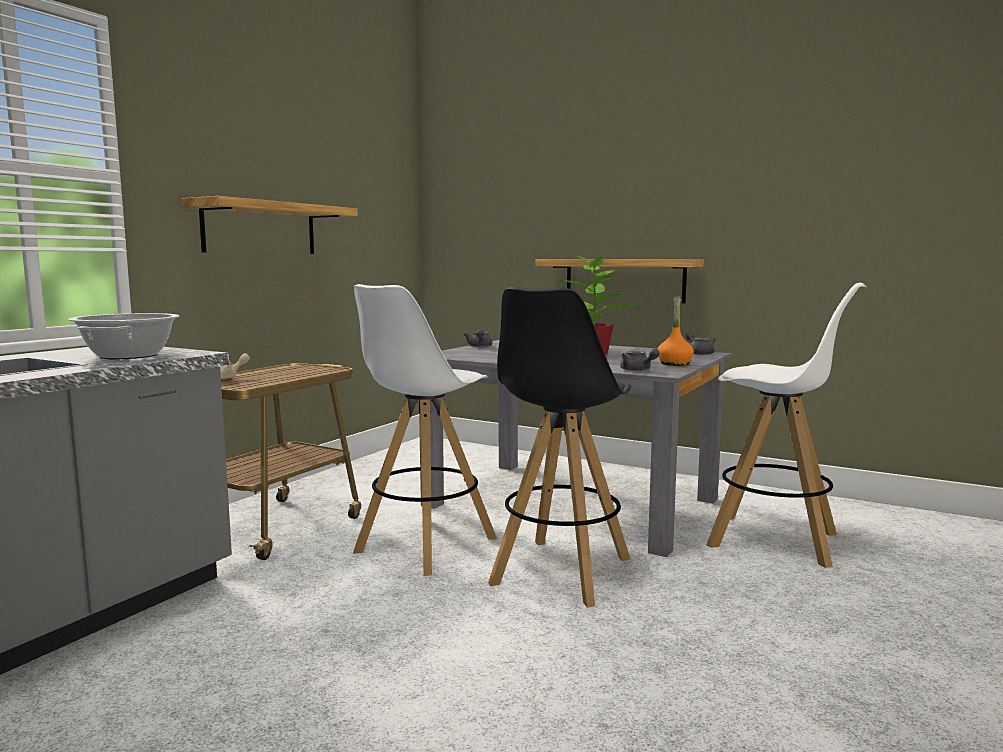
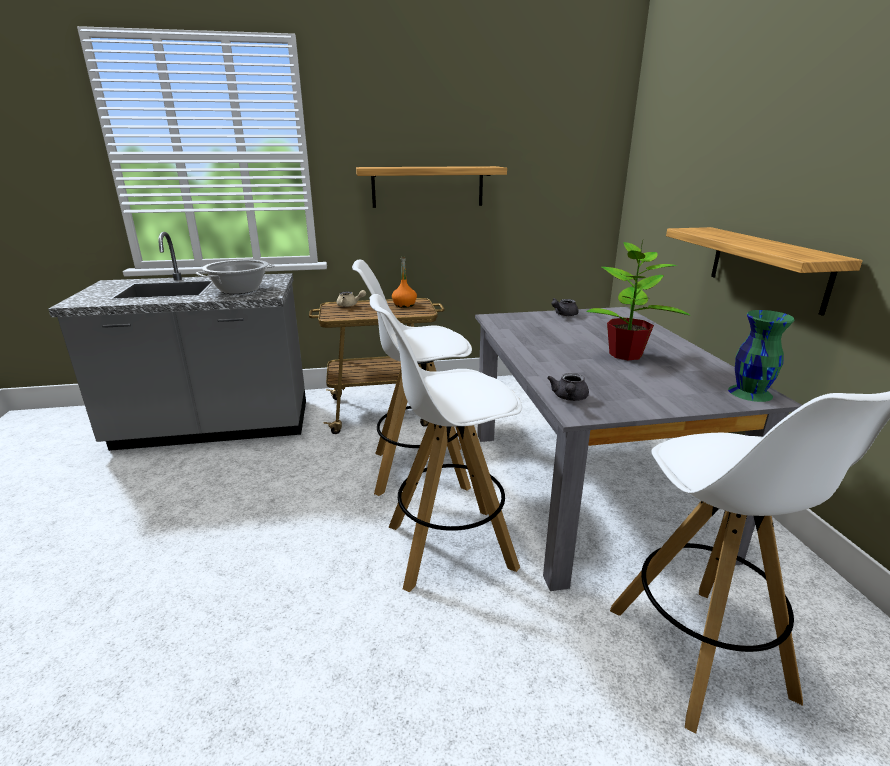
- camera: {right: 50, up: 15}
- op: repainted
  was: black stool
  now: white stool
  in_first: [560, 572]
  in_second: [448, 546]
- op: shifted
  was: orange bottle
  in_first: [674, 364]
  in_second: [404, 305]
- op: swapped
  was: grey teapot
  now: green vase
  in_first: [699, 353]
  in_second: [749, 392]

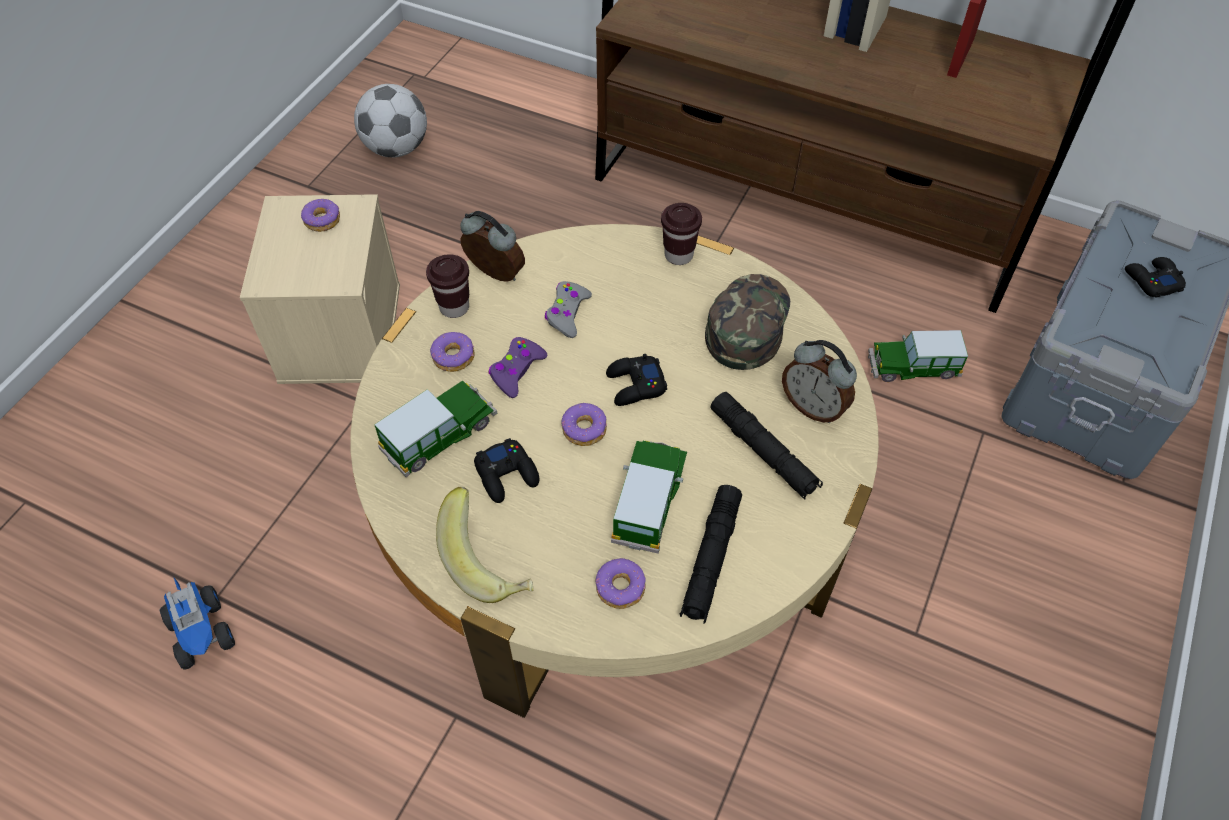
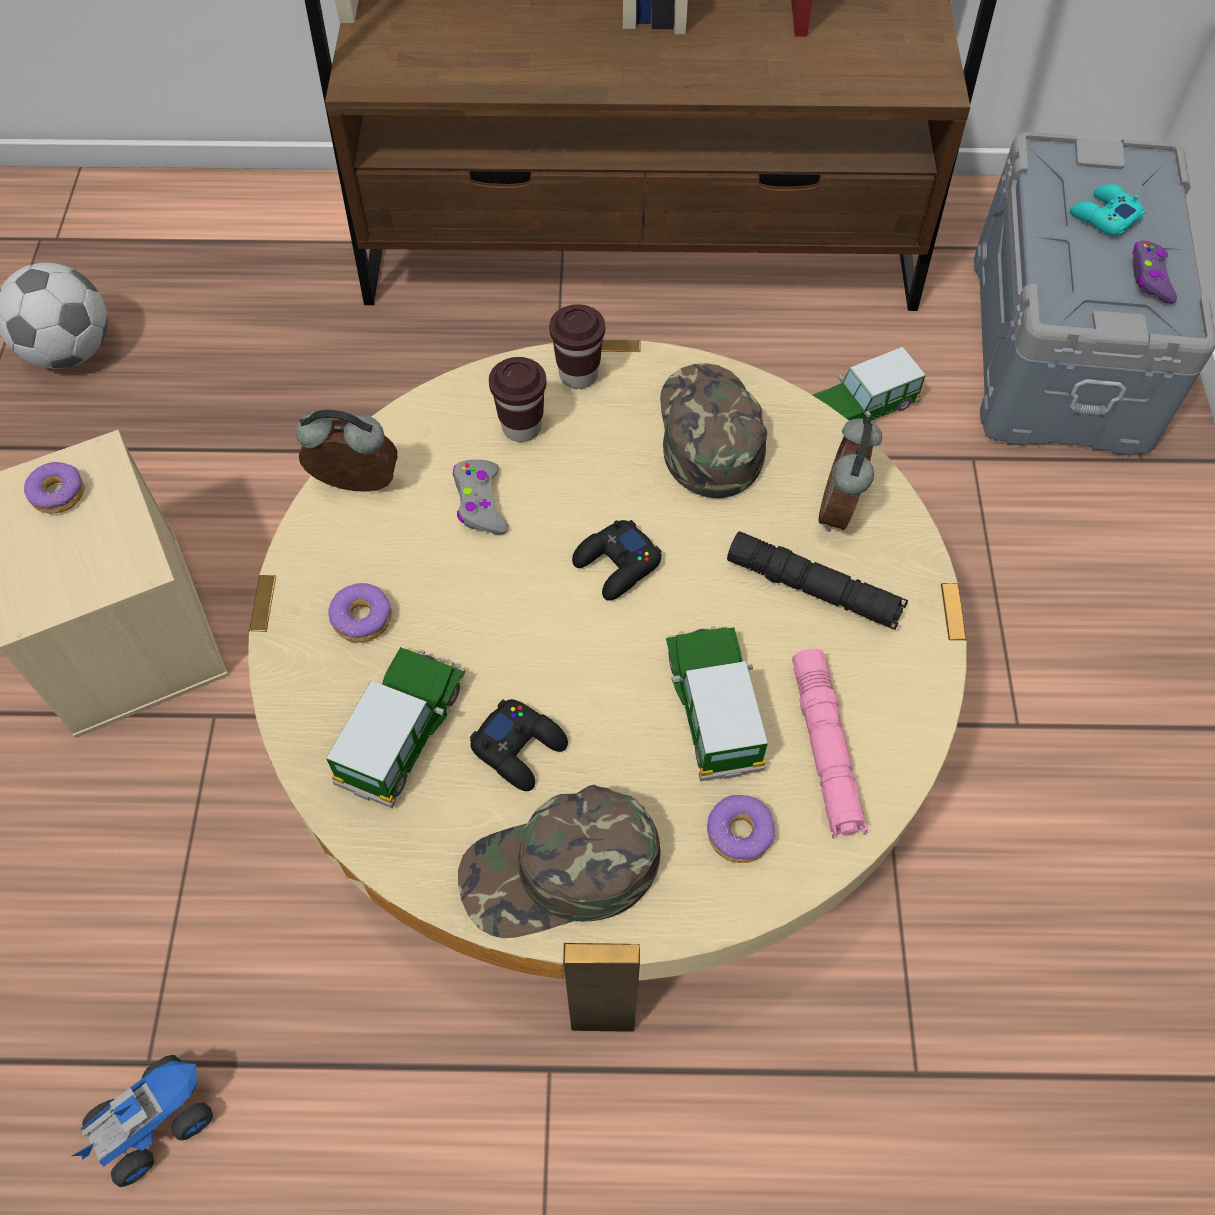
- camera: {right: -25, up: 5}
- op: rotated
  was: toy truck
  in_first: [203, 633]
  in_second: [155, 1120]
  clockwise: -75
- op: shifted
  was: brown cup
  in_first: [454, 307]
  in_second: [521, 427]
- op: swapped
  was: banana
  now: green cap
  in_first: [489, 561]
  in_second: [560, 872]
- op: shifted
  was: purple game controller
  in_first: [517, 371]
  in_second: [1150, 278]
- op: gone
  was: donut
  in_first: [584, 429]
- op: repainted
  was: black flashlight
  now: pink flashlight
  in_first: [711, 558]
  in_second: [825, 749]
- op: rotated
  was: alarm clock
  in_first: [813, 407]
  in_second: [840, 509]
  clockwise: 90
- op: repainted
  was: black game controller
  now: turquoise game controller
  in_first: [1151, 281]
  in_second: [1103, 217]

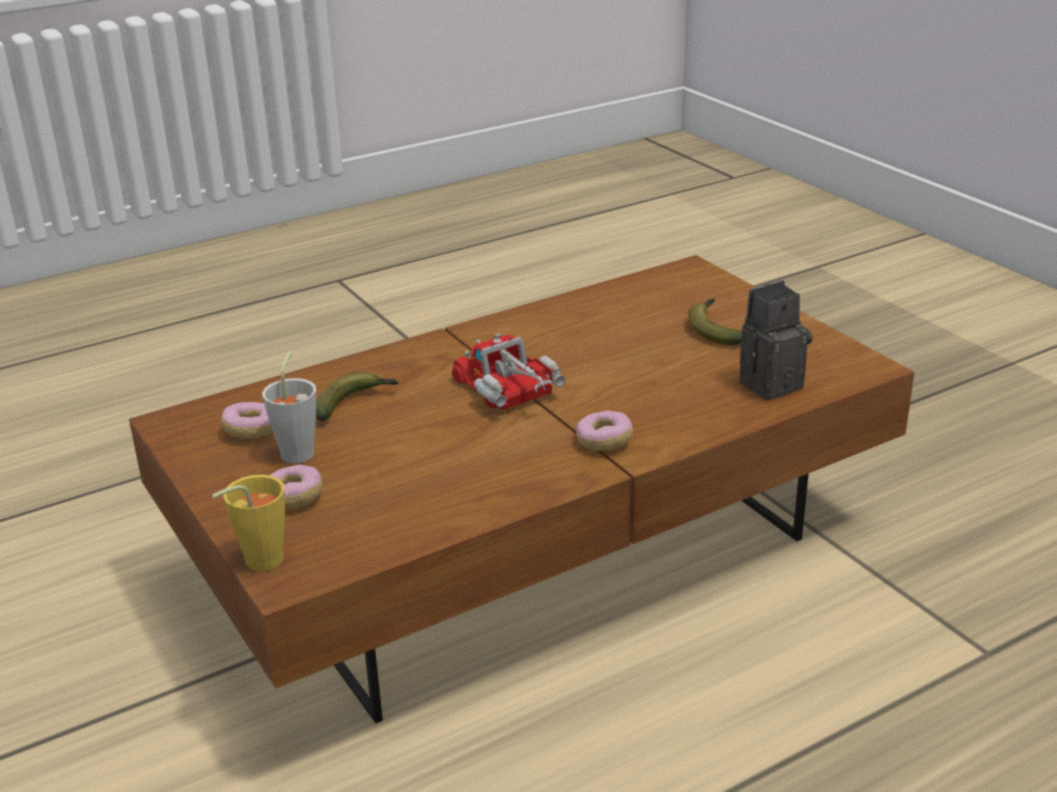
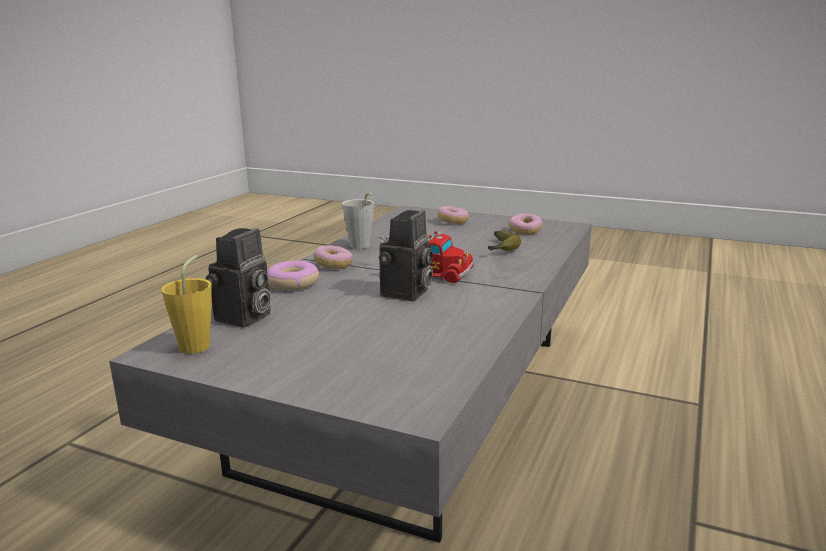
- camera: {right: 145, up: -10}
- op: repainted
  was: brown coffee table
  now: grey coffee table
  in_first: [532, 553]
  in_second: [412, 398]
- op: shifted
  was: yellow cup
  in_first: [256, 564]
  in_second: [198, 344]
- op: shifted
  was: grey cup
  in_first: [300, 450]
  in_second: [361, 247]
- op: gone
  was: banana
  in_first: [714, 329]
- op: new
  now: donut
  in_second: [292, 283]
- op: new
  now: photo camera
  in_second: [406, 293]

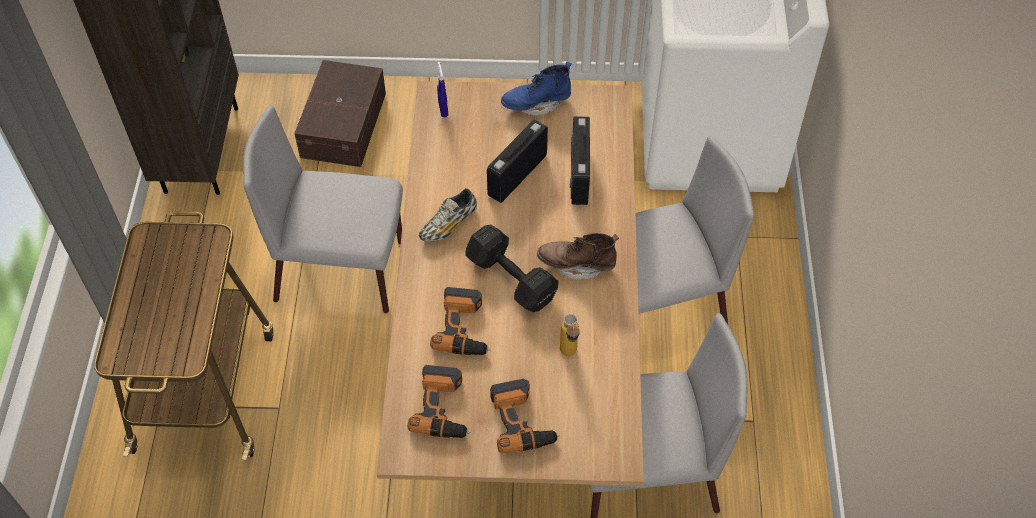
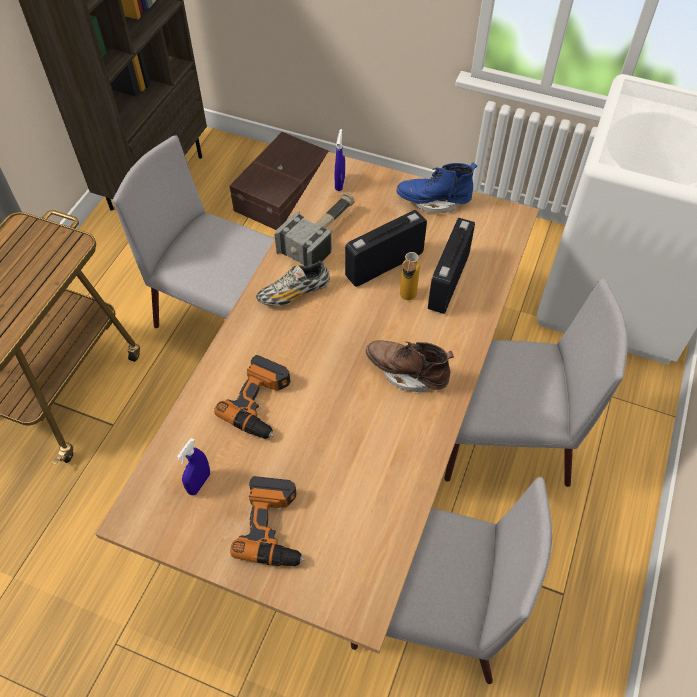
- camera: {right: 20, up: 0}
- op: swapped
  was: power drill
  now: blue spray bottle
  in_first: [444, 407]
  in_second: [199, 483]
- op: gone
  was: black dumbbell
  in_first: [510, 277]
- op: shifted
  was: bottle
  in_first: [569, 355]
  in_second: [406, 300]
- op: new
  now: hammer
  in_second: [321, 235]

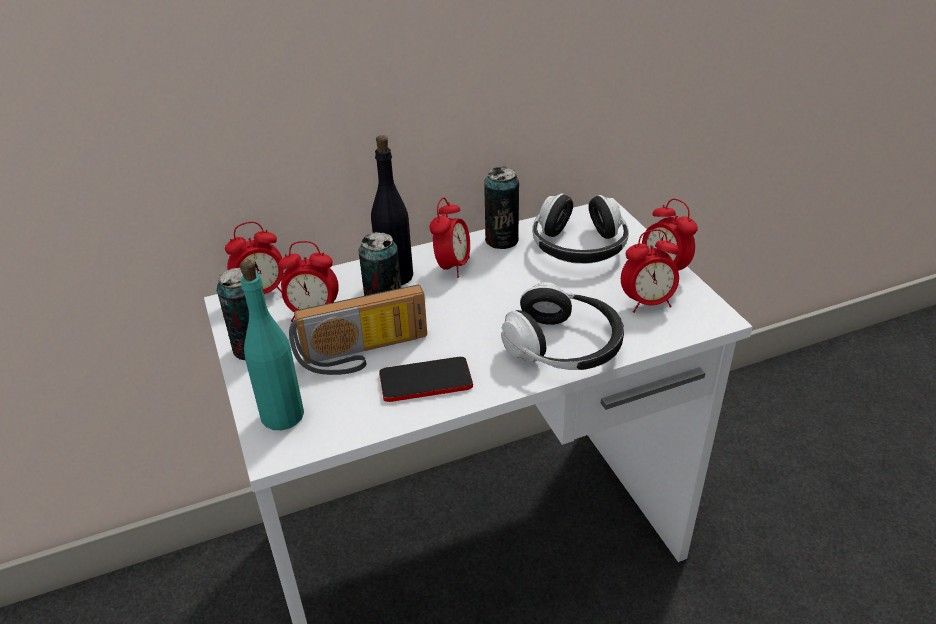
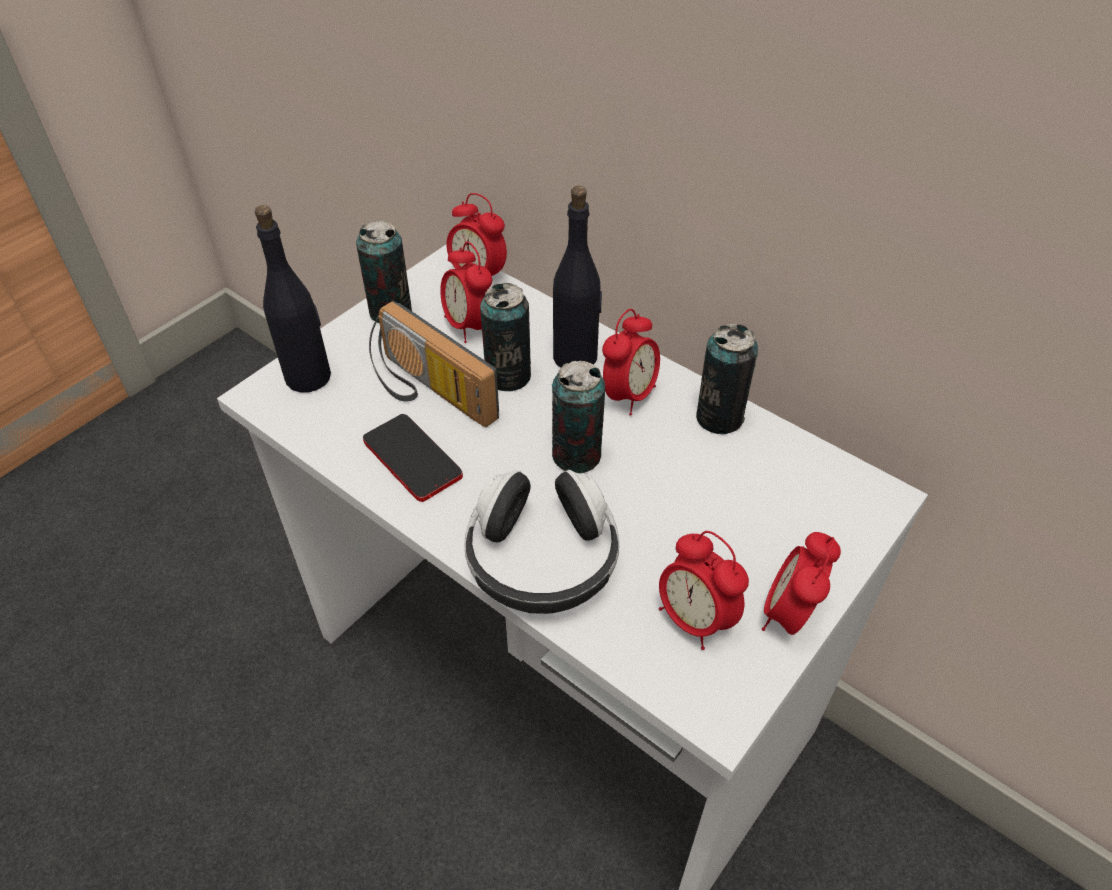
- camera: {right: 60, up: 10}
- op: repainted
  was: turquoise bottle
  now: black bottle
  in_first: [282, 415]
  in_second: [309, 377]
- op: rotated
  was: alarm clock
  in_first: [452, 266]
  in_second: [629, 395]
  clockwise: -45
- op: gone
  was: headphones
  in_first: [578, 247]
- op: new
  now: can
  in_second: [576, 455]

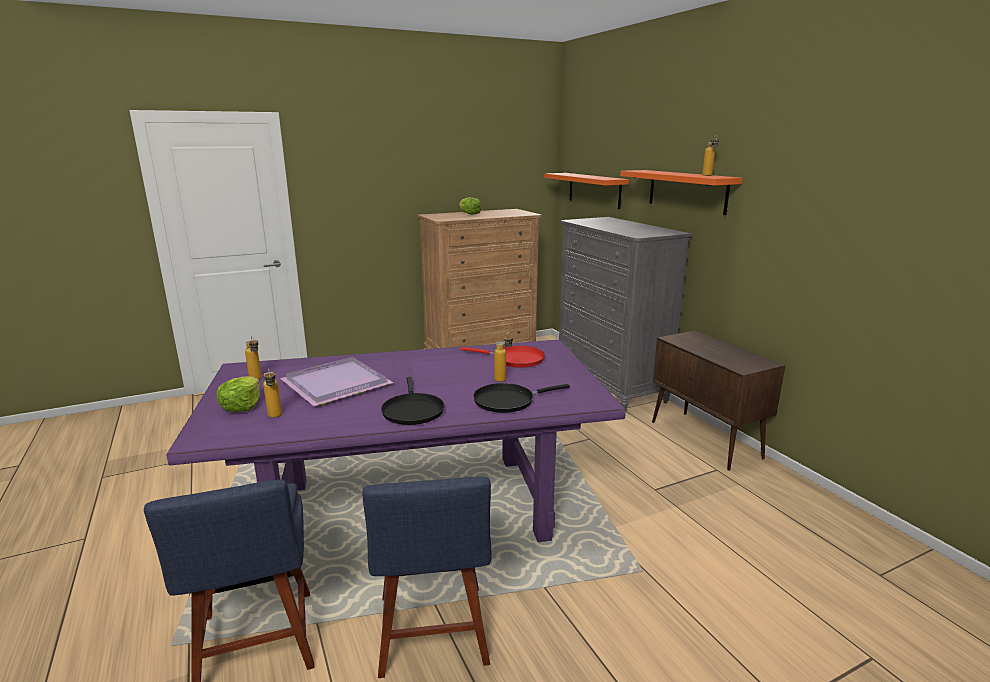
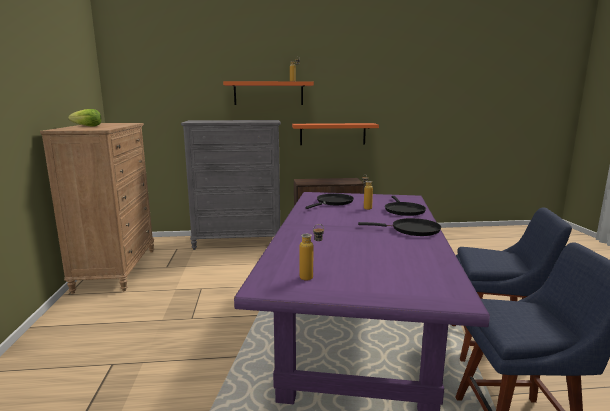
- camera: {right: -70, up: -5}
- op: gone
  was: lettuce
  in_first: [242, 406]
- op: gone
  was: bottle
  in_first: [275, 417]
- op: gone
  was: purple tray
  in_first: [335, 385]
- op: repainted
  was: red frying pan
  now: black frying pan
  in_first: [515, 359]
  in_second: [333, 202]
- op: shifted
  was: orange shelf
  in_first: [594, 190]
  in_second: [332, 134]

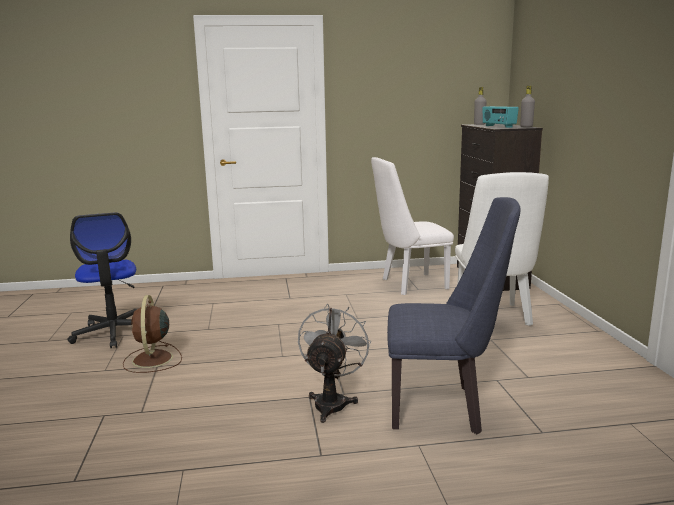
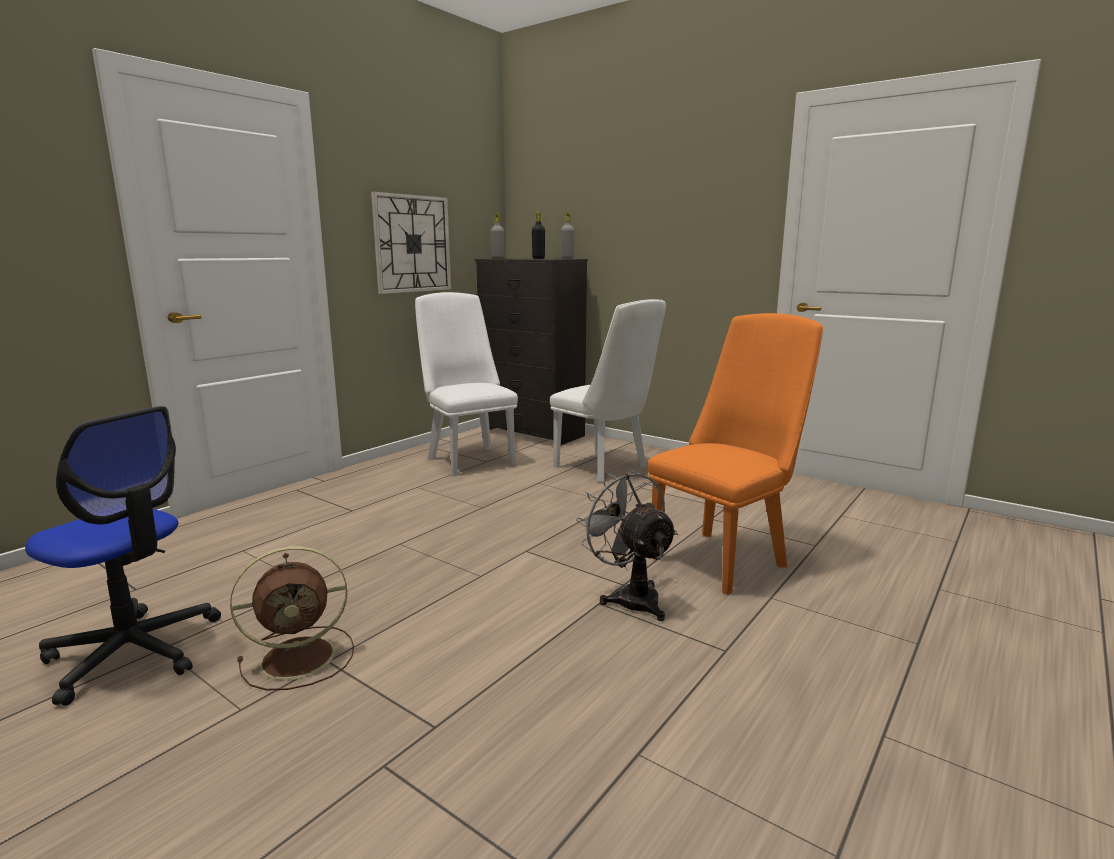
- camera: {right: -45, up: 0}
- op: rotated
  was: brown fan
  in_first: [152, 360]
  in_second: [301, 657]
  clockwise: -60
- op: rotated
  was: white chair
  in_first: [409, 284]
  in_second: [468, 459]
  clockwise: 120
- op: repainted
  was: blue chair
  now: orange chair
  in_first: [444, 407]
  in_second: [723, 557]
- op: swapped
  was: radio
  now: black bottle
  in_first: [498, 126]
  in_second: [538, 258]
- op: new
  now: wall clock
  in_second: [412, 244]

